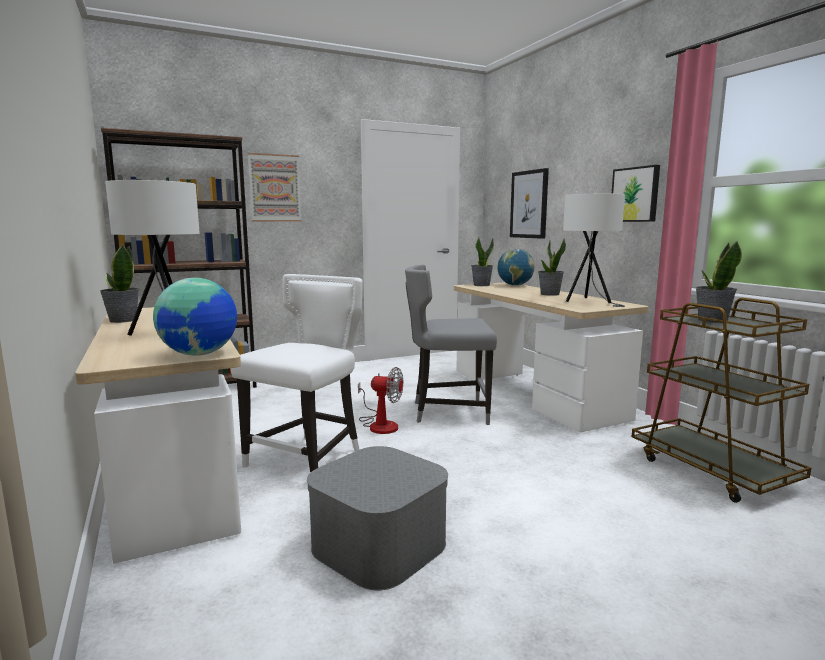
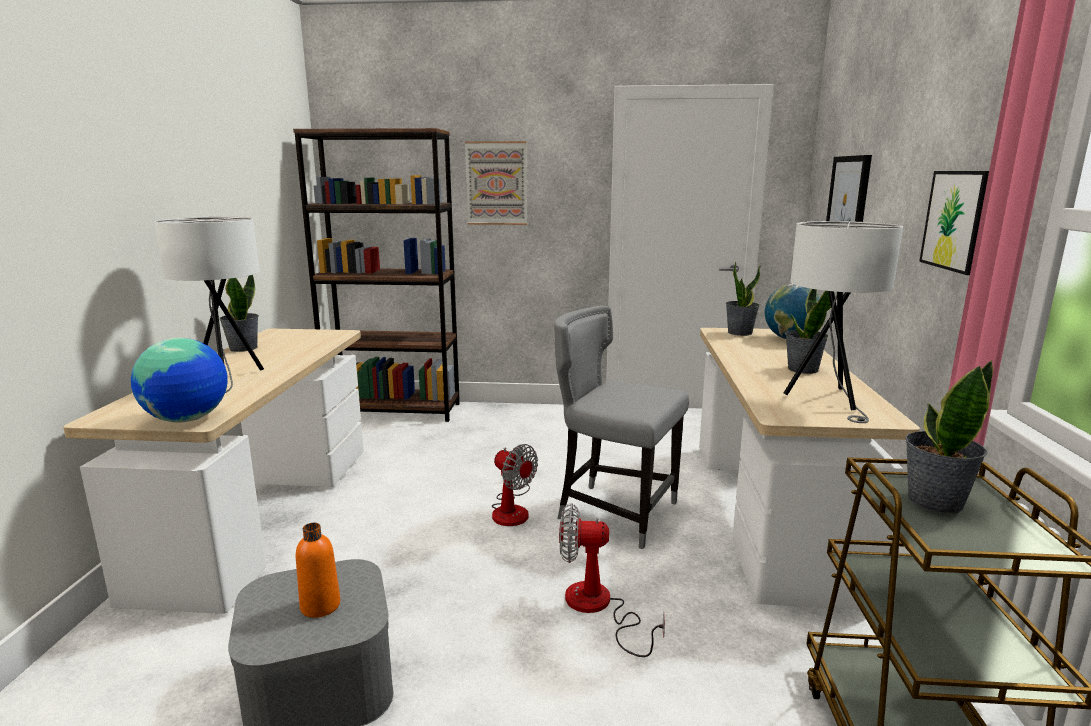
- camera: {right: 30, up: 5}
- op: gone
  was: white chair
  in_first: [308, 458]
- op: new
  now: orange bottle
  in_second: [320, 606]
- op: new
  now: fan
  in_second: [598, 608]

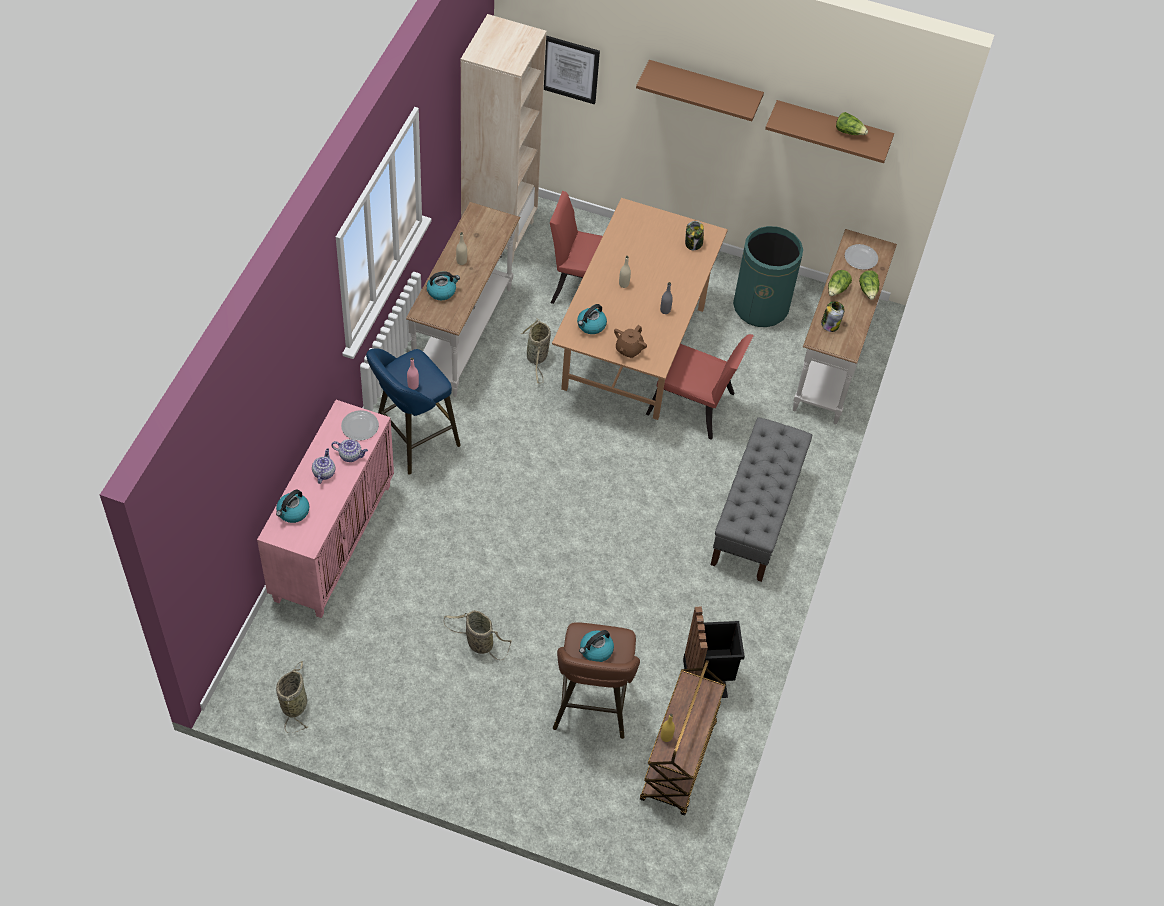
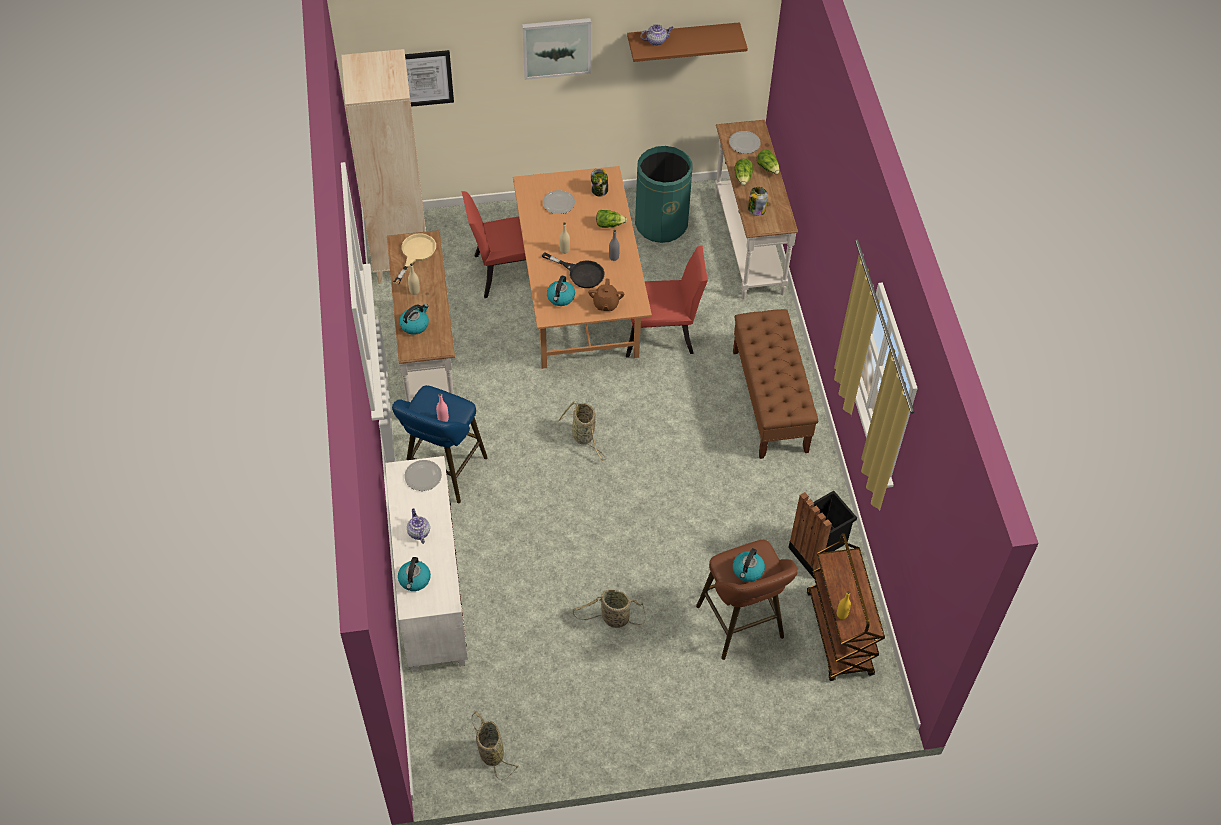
- camera: {right: -25, up: 0}
- op: repainted
  was: pink cabinet
  now: white cabinet
  in_first: [333, 541]
  in_second: [430, 593]
- op: shifted
  was: teapot
  in_first: [351, 455]
  in_second: [656, 41]
- op: shifted
  was: basket
  in_first: [537, 358]
  in_second: [584, 437]
- op: swapped
  was: brown shelf
  now: picture
  in_first: [704, 88]
  in_second: [556, 47]
- op: repainted
  was: grey bench
  now: brown bench
  in_first: [756, 517]
  in_second: [770, 401]
- op: shifted
  was: lettuce
  in_first: [849, 131]
  in_second: [609, 224]
- op: new
  now: beige frying pan
  in_second: [415, 254]
- op: new
  now: black frying pan
  in_second: [580, 273]
- op: new
  now: plate
  in_second: [558, 203]

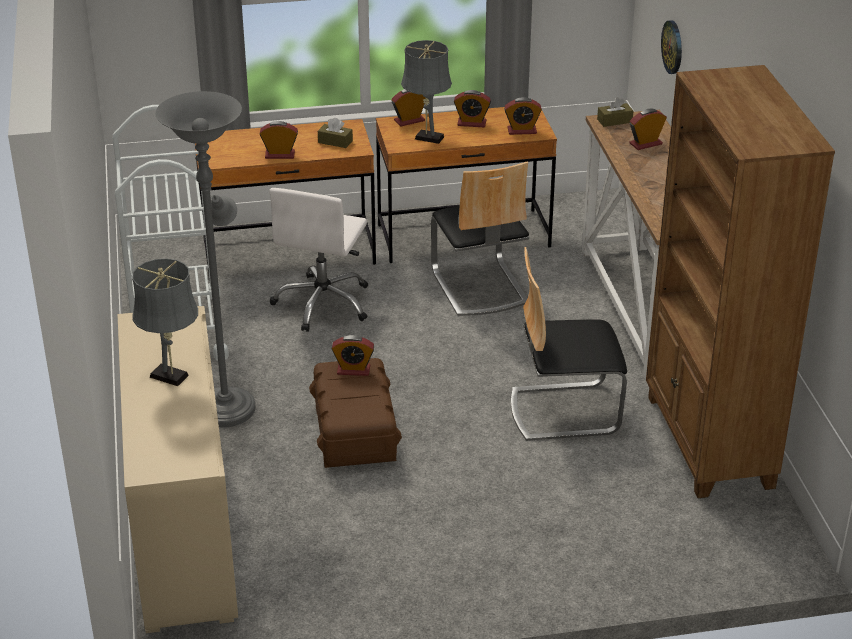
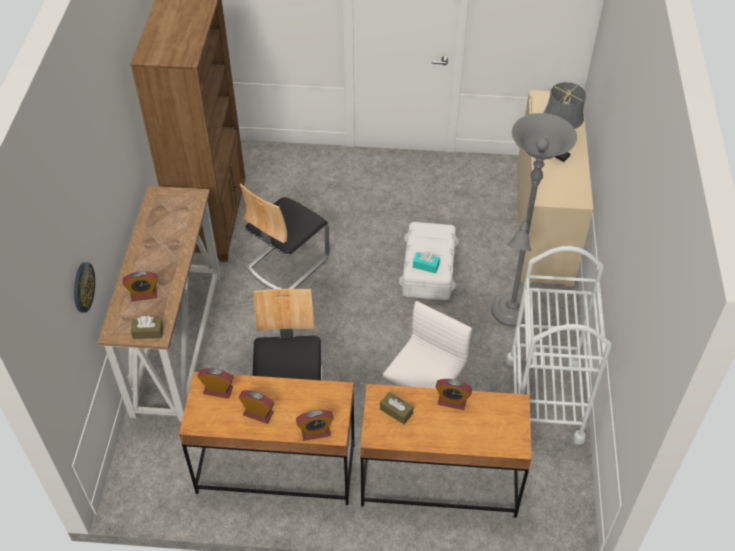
- camera: {right: -165, up: 15}
- op: repainted
  was: brown storage box
  now: white storage box
  in_first: [355, 433]
  in_second: [428, 272]
- op: swapped
  was: alarm clock
  now: turquoise tissue box
  in_first: [353, 370]
  in_second: [426, 266]
- op: gone
  was: grey table lamp
  in_first: [426, 137]
- op: rotated
  was: chair
  in_first: [564, 410]
  in_second: [287, 263]
  clockwise: 120

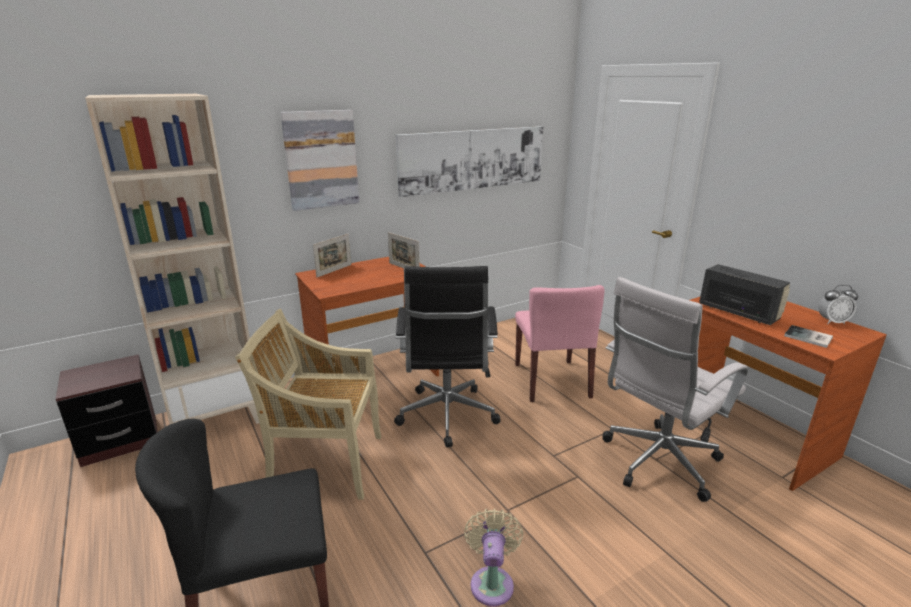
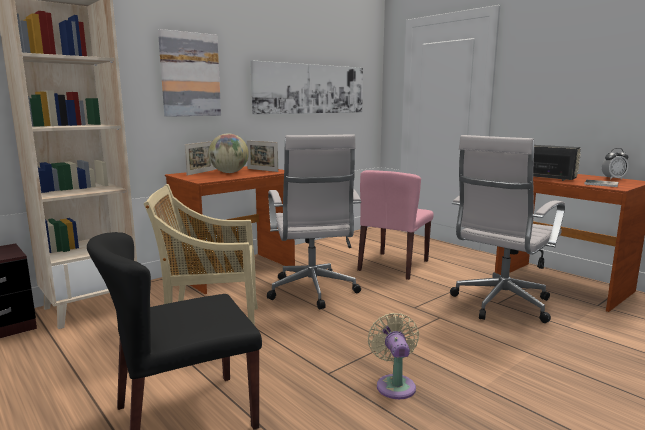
- camera: {right: -10, up: -10}
- op: repainted
  was: black office chair
  now: white office chair
  in_first: [447, 418]
  in_second: [313, 292]
- op: rotated
  was: pink chair
  in_first: [552, 380]
  in_second: [393, 265]
  clockwise: 45
- op: new
  now: globe
  in_second: [229, 172]

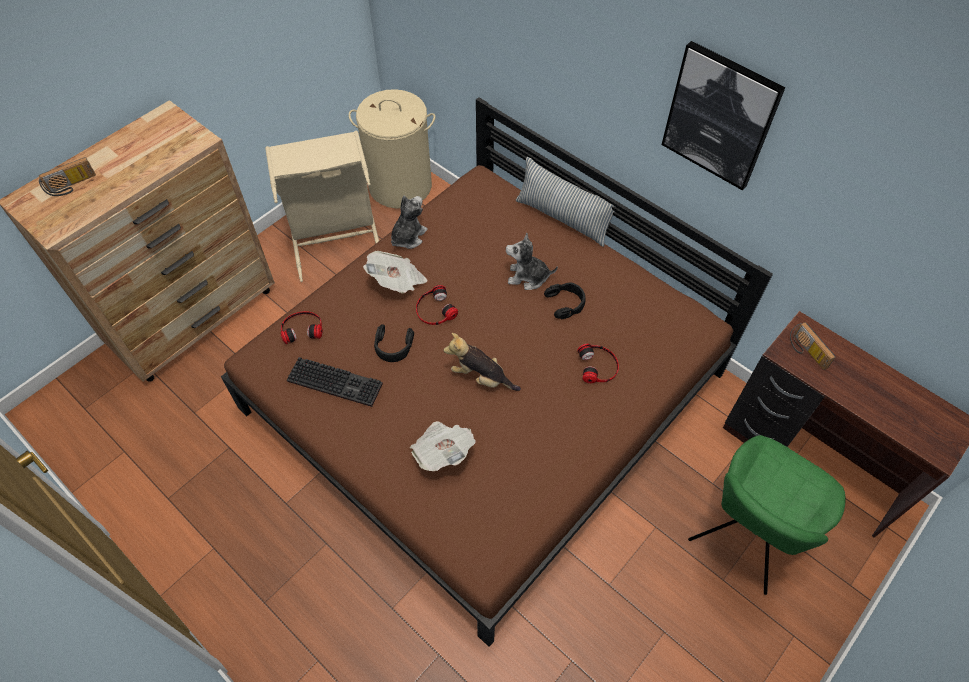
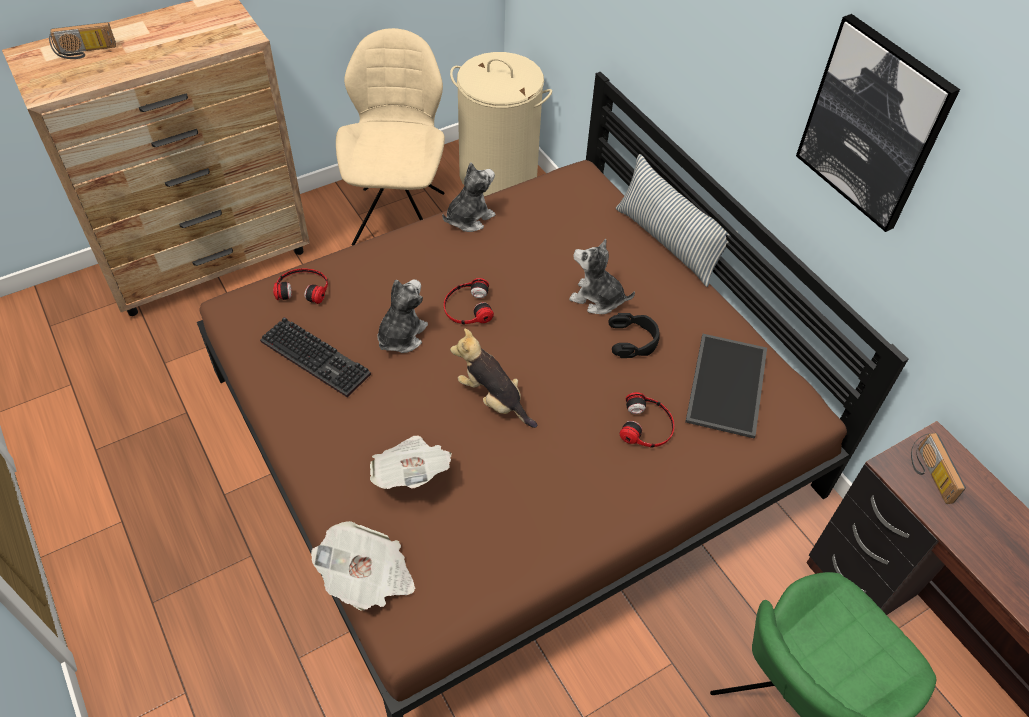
- camera: {right: 15, up: -5}
- op: swapped
  was: beige laundry basket
  now: beige chair
  in_first: [336, 240]
  in_second: [400, 216]
- op: shifted
  was: newspaper
  in_first: [397, 281]
  in_second: [368, 578]
- op: swapped
  was: black headphones
  now: plush toy
  in_first: [393, 346]
  in_second: [401, 336]
- op: new
  now: tray
  in_second: [728, 386]

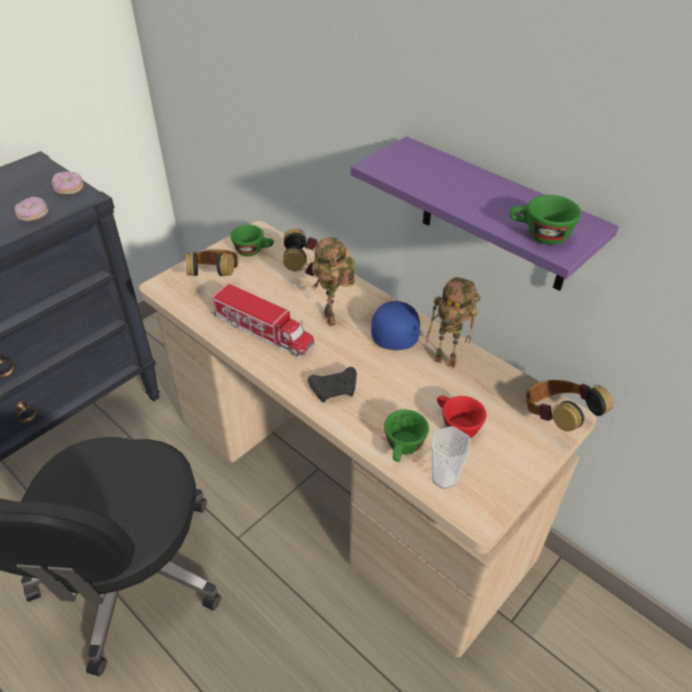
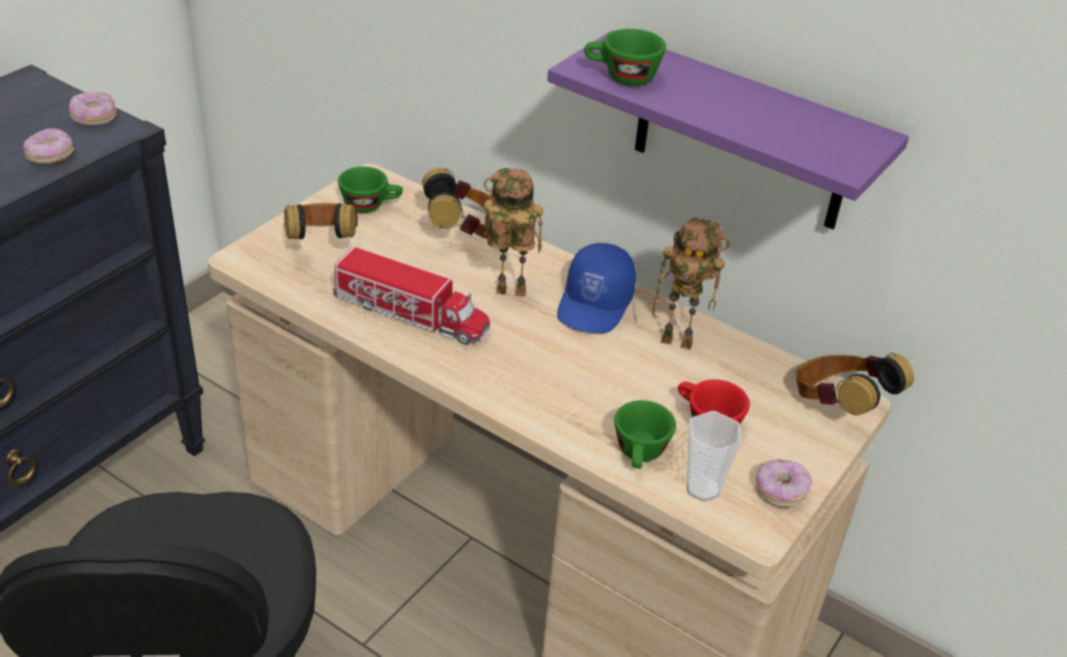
- camera: {right: -10, up: -5}
- op: gone
  was: black game controller
  in_first: [335, 389]
- op: rotated
  was: toy robot
  in_first: [333, 319]
  in_second: [508, 294]
  clockwise: 120
- op: rotated
  was: blue cap
  in_first: [392, 330]
  in_second: [596, 305]
  clockwise: -150
- op: shifted
  was: green cup
  in_first: [539, 235]
  in_second: [621, 77]
- op: new
  now: donut
  in_second: [780, 491]

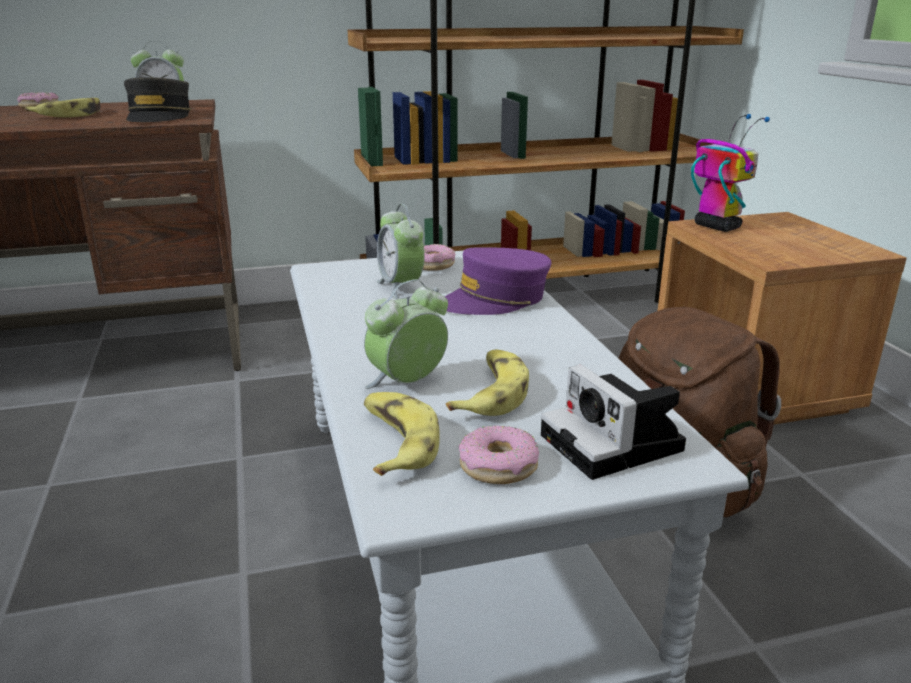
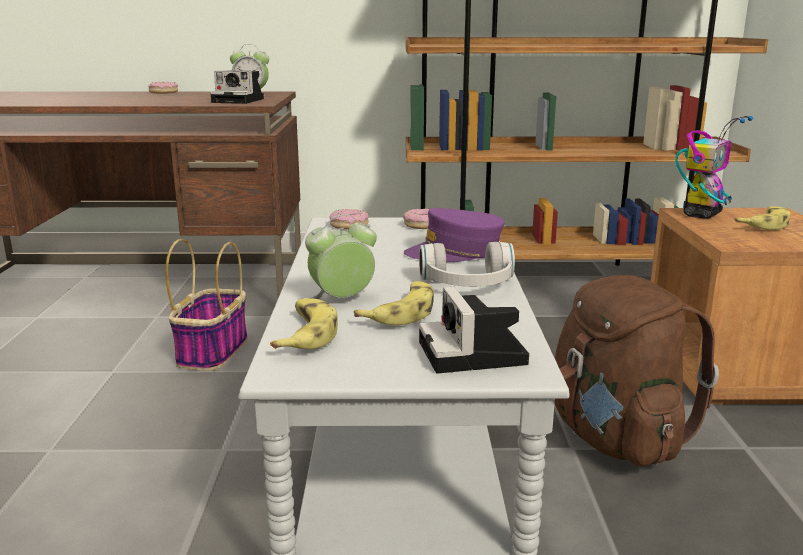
- camera: {right: 15, up: -5}
- op: shifted
  was: banana
  in_first: [71, 115]
  in_second: [764, 225]
- op: swapped
  was: grey cap
  now: photo camera
  in_first: [159, 117]
  in_second: [240, 100]
- op: gone
  was: alarm clock
  in_first: [401, 287]
- op: shifted
  was: donut
  in_first: [498, 465]
  in_second: [349, 225]
- op: rotated
  was: toy robot
  in_first: [716, 226]
  in_second: [702, 214]
  clockwise: 60
- op: new
  now: basket
  in_second: [213, 351]
- op: new
  now: white headphones
  in_second: [468, 285]

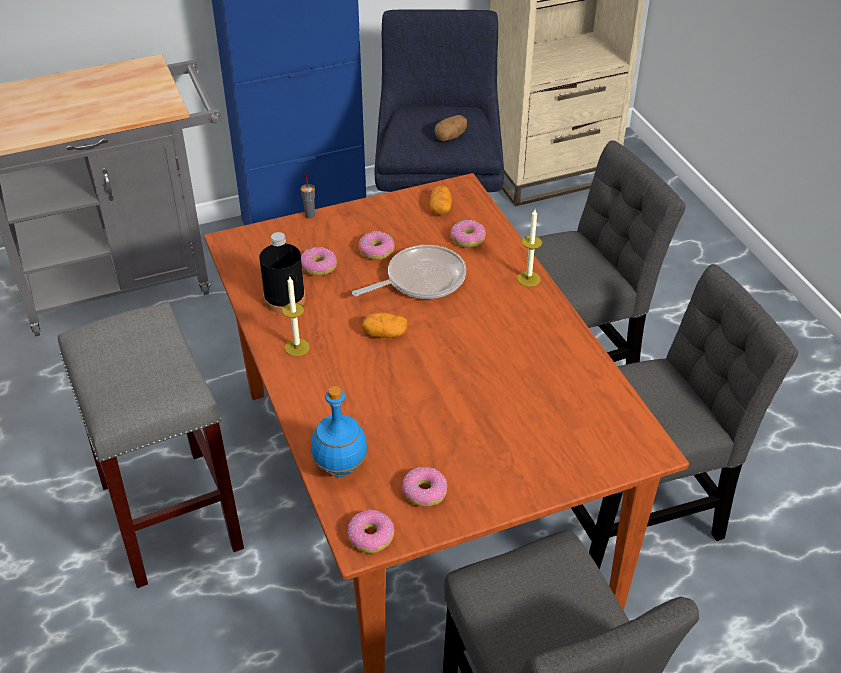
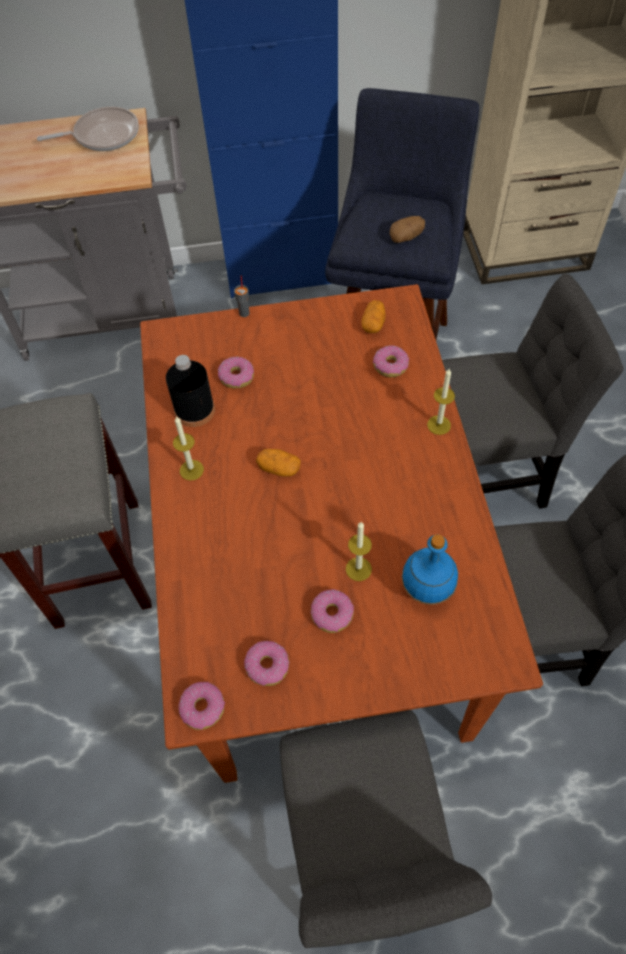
- camera: {right: 15, up: 15}
- op: shifted
  was: blue bottle
  in_first: [339, 468]
  in_second: [426, 590]
- op: shifted
  was: frying pan
  in_first: [421, 279]
  in_second: [103, 135]
- op: shifted
  was: donut
  in_first: [376, 251]
  in_second: [331, 614]
- op: new
  now: candle
  in_second: [358, 569]

